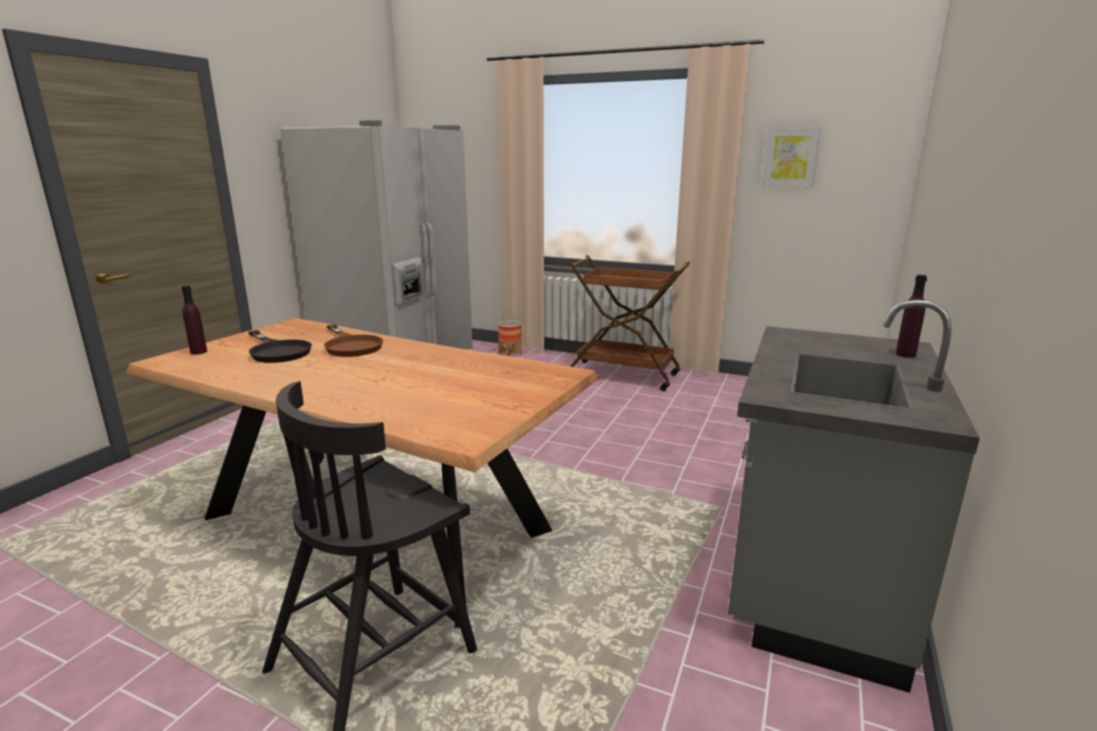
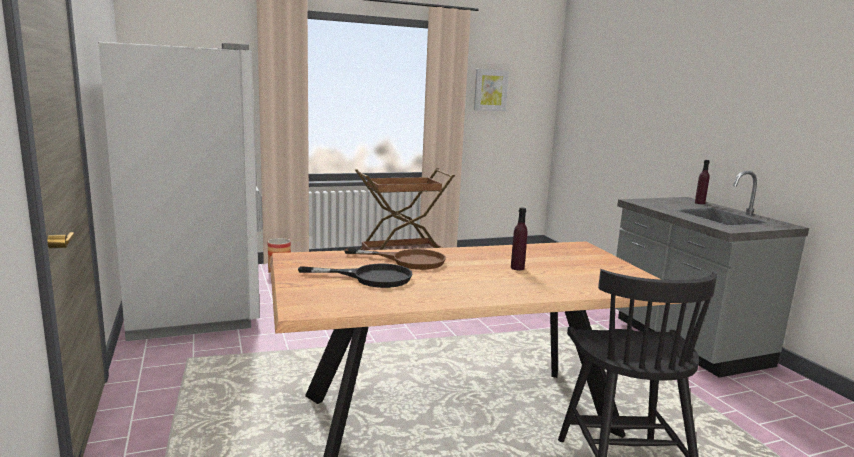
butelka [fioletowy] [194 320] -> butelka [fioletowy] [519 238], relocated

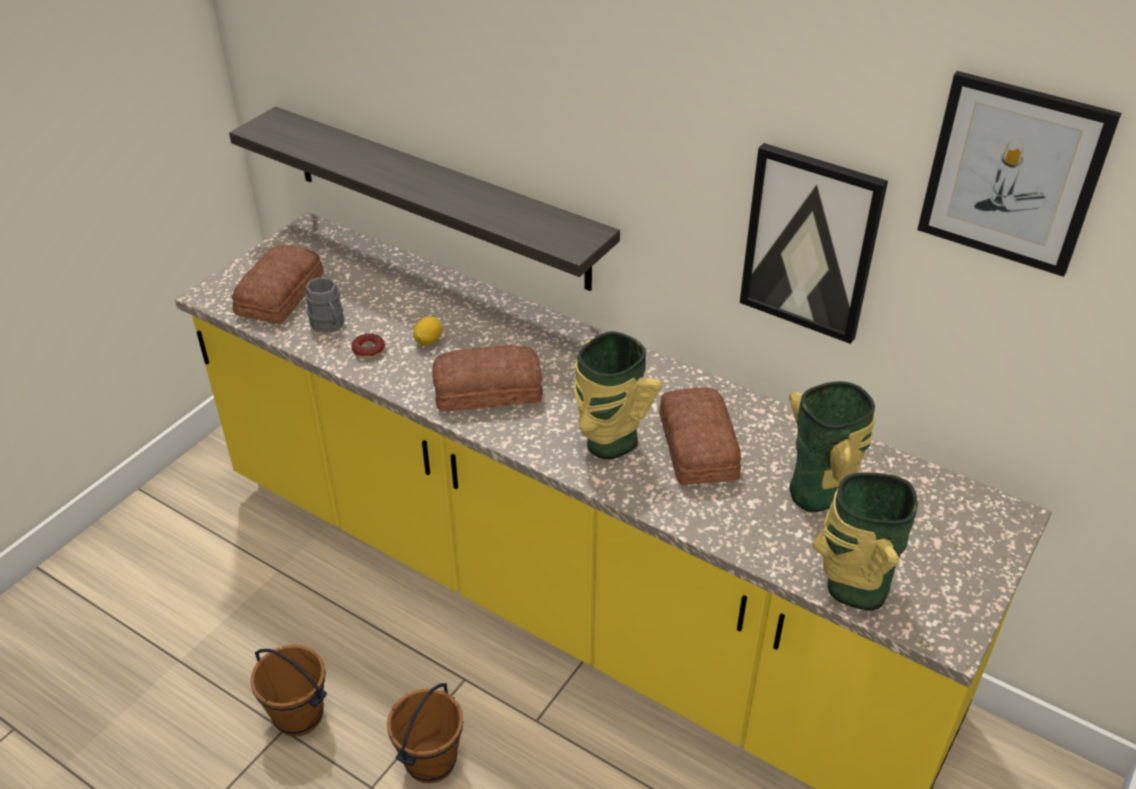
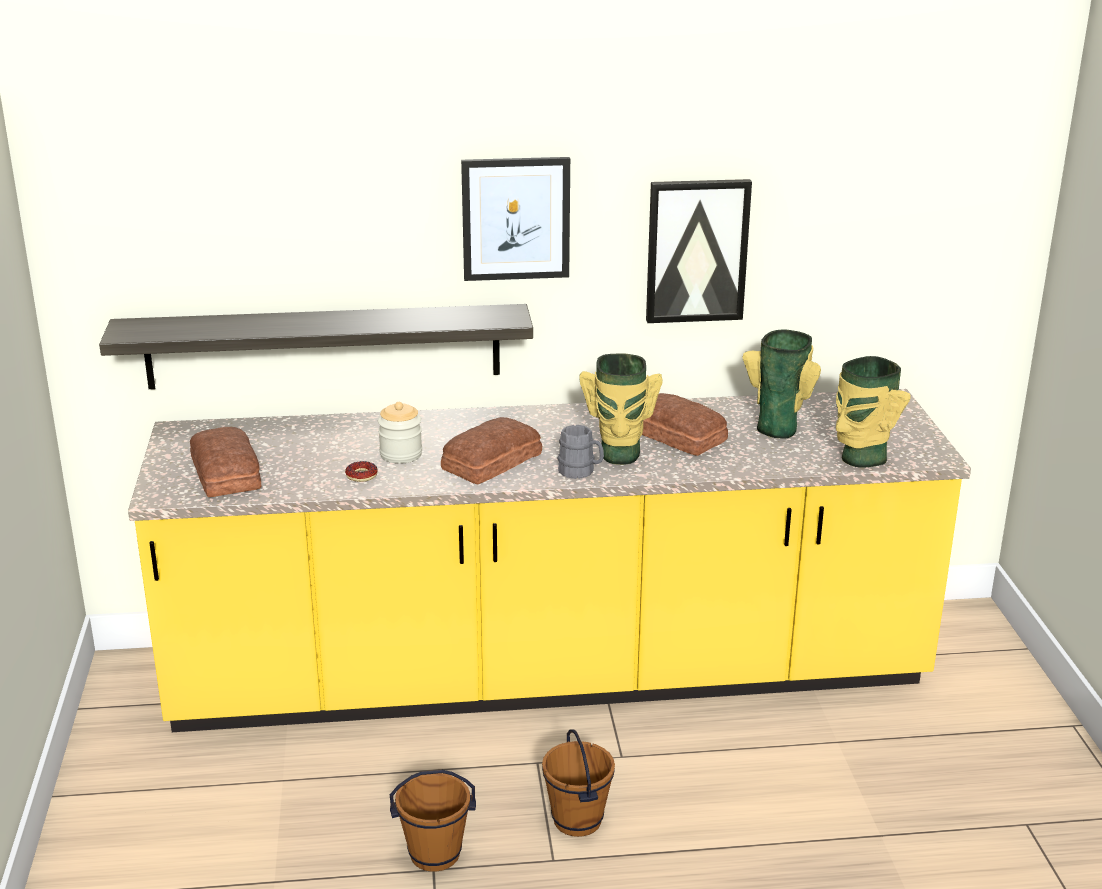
obraz [1019 174] -> obraz [515 219], relocated
kubek [szary] [324 305] -> kubek [szary] [580 452], relocated
cytryna [427 331] -> słoik [400 433]

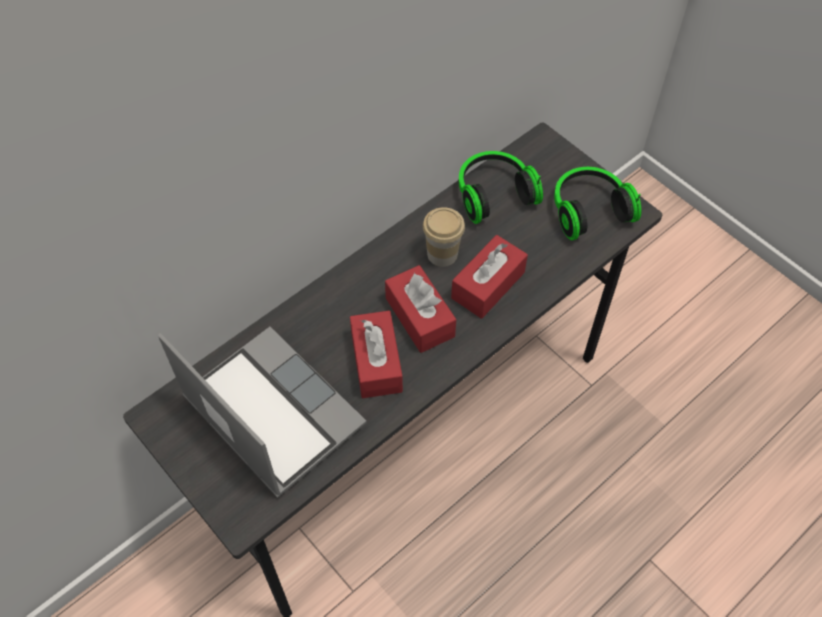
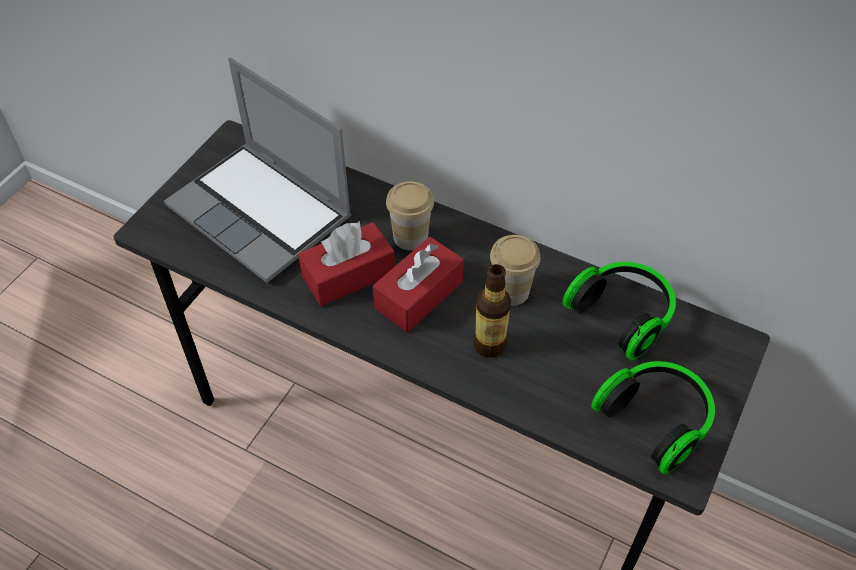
pudełko chusteczek [czerwony] [489 277] -> butelka [492 311]
laptop [262 412] -> laptop [257 170], 105 degrees clockwise
none -> filiżanka [410 215]

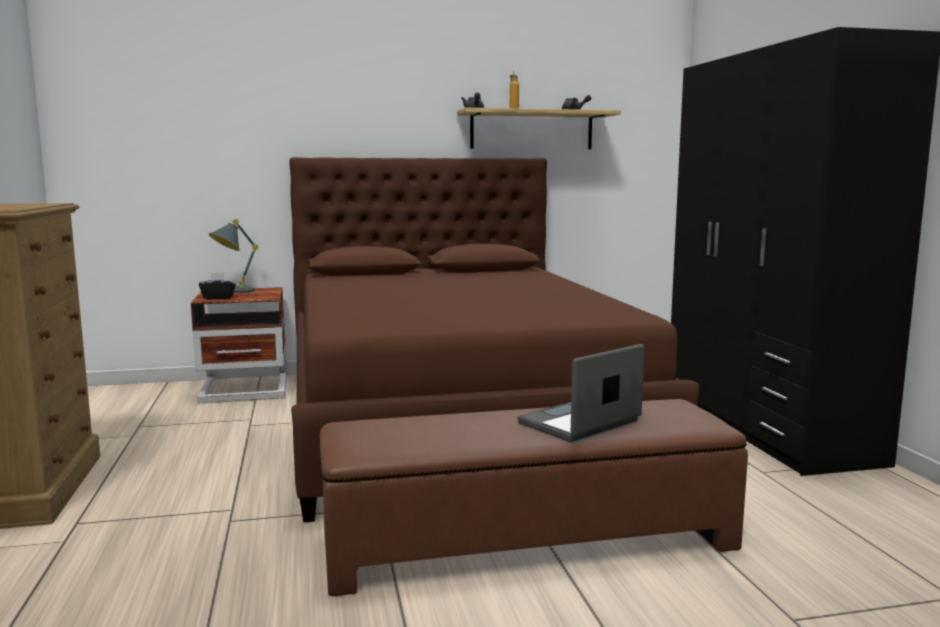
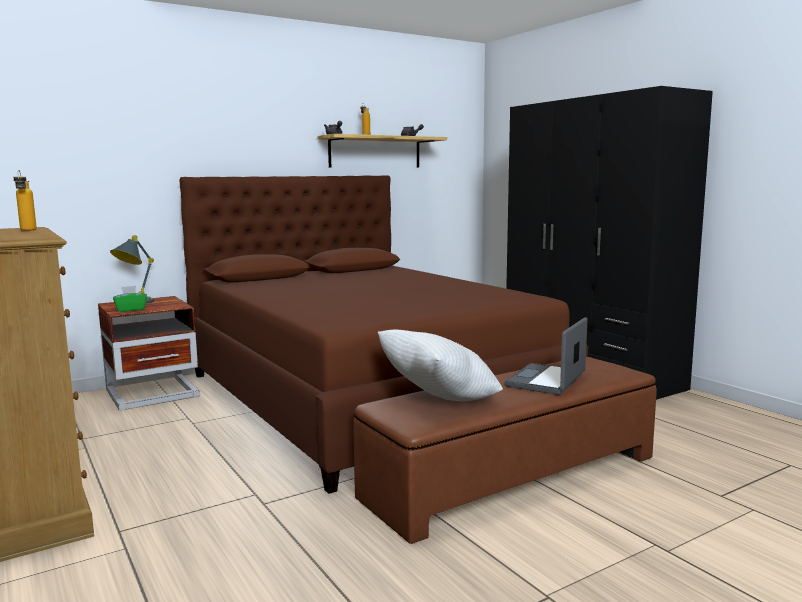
pudełko chusteczek [czarny] [217 286] -> pudełko chusteczek [zielony] [130 299]
none -> butelka [25 200]
none -> poduszka [biały] [440 365]

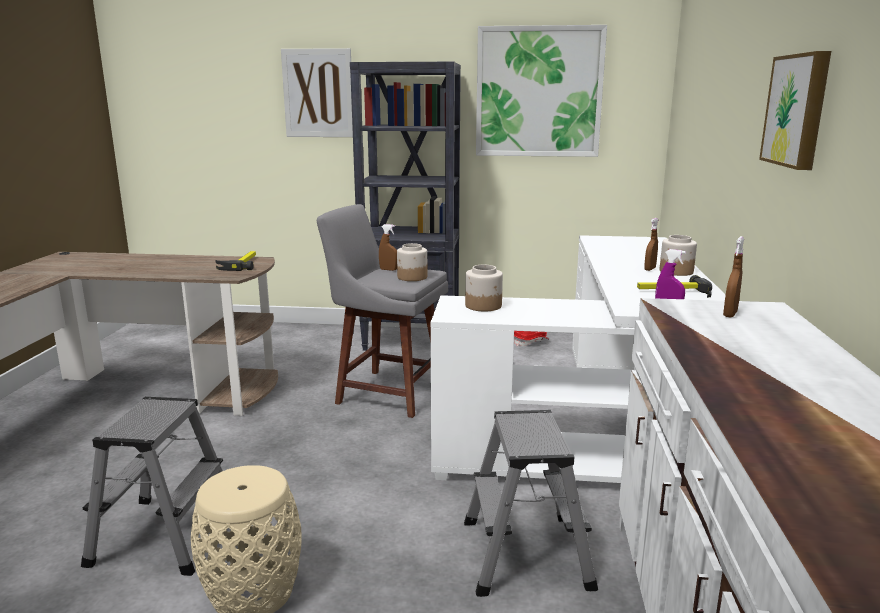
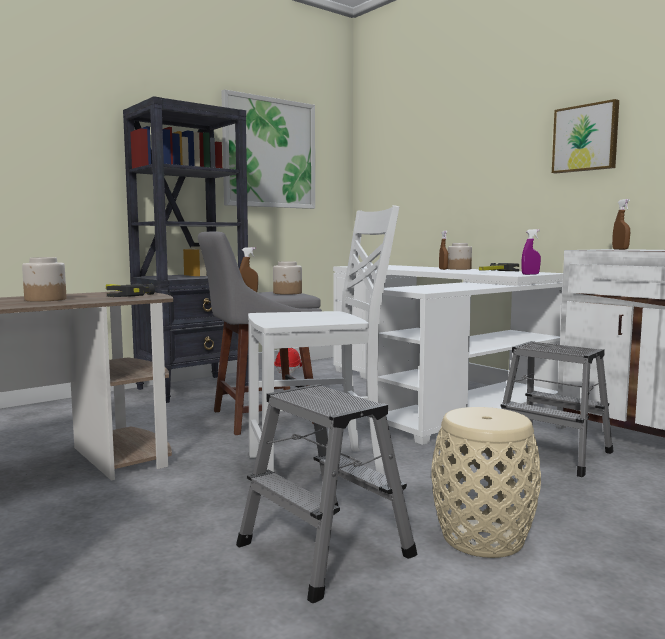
obraz [317 92] -> none
słoik [484 288] -> słoik [44 279], relocated
none -> krzesło [biały] [323 339]

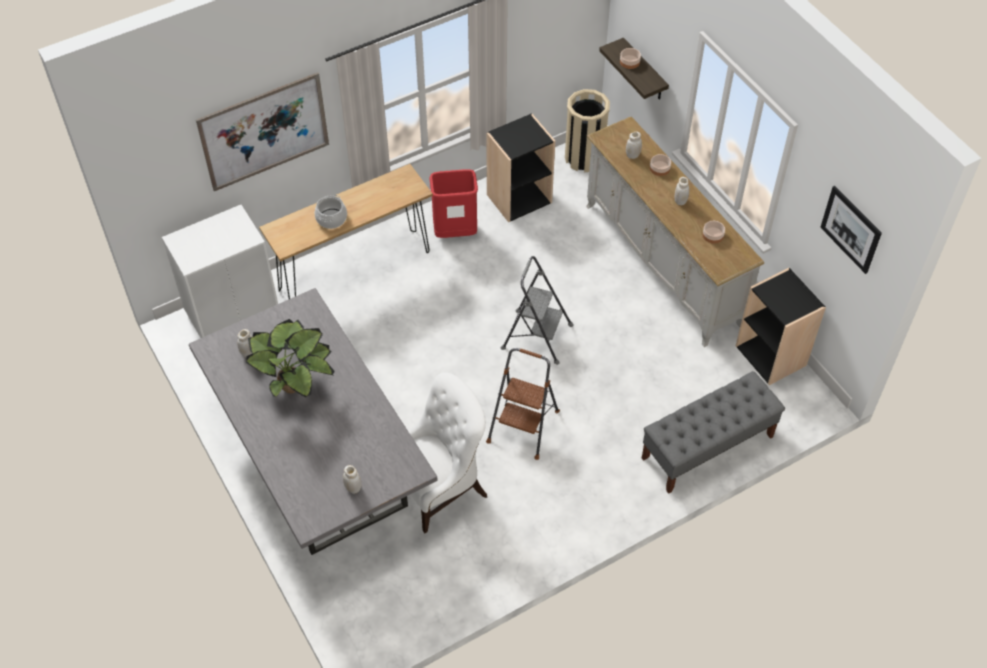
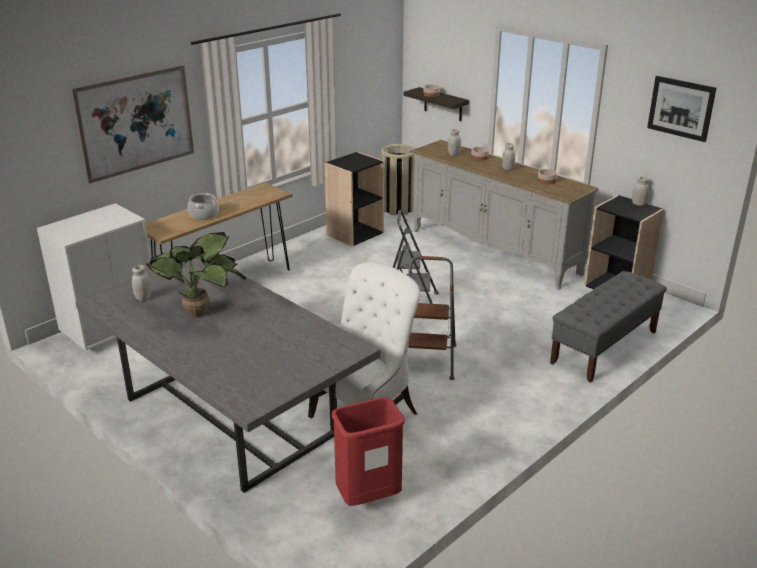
kosz na śmieci [czerwony] [453 203] -> kosz na śmieci [czerwony] [368 451], relocated
słoik [biały] [352 479] -> słoik [biały] [640 191], relocated

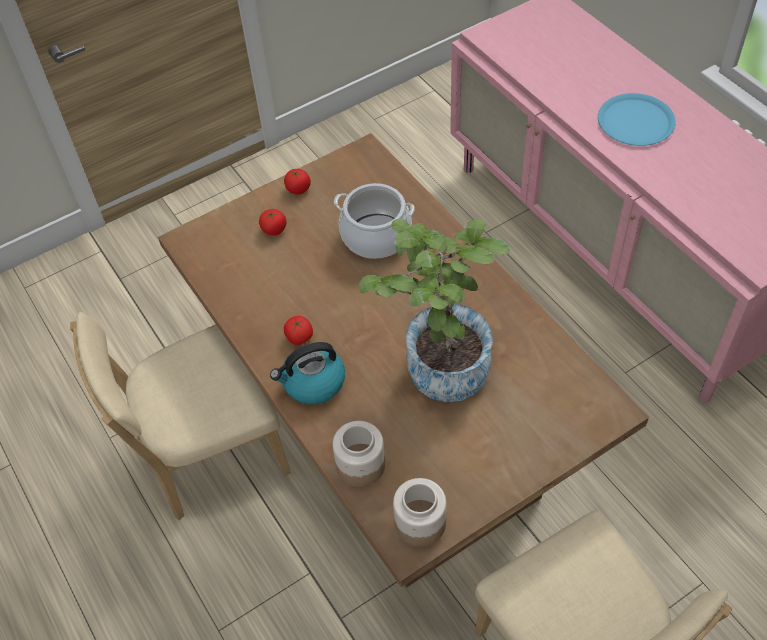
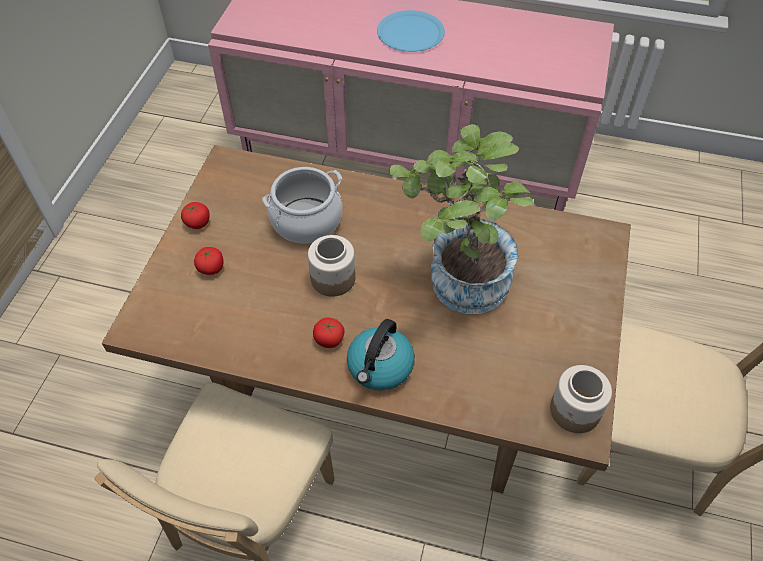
słoik [358 454] -> słoik [332 266], relocated

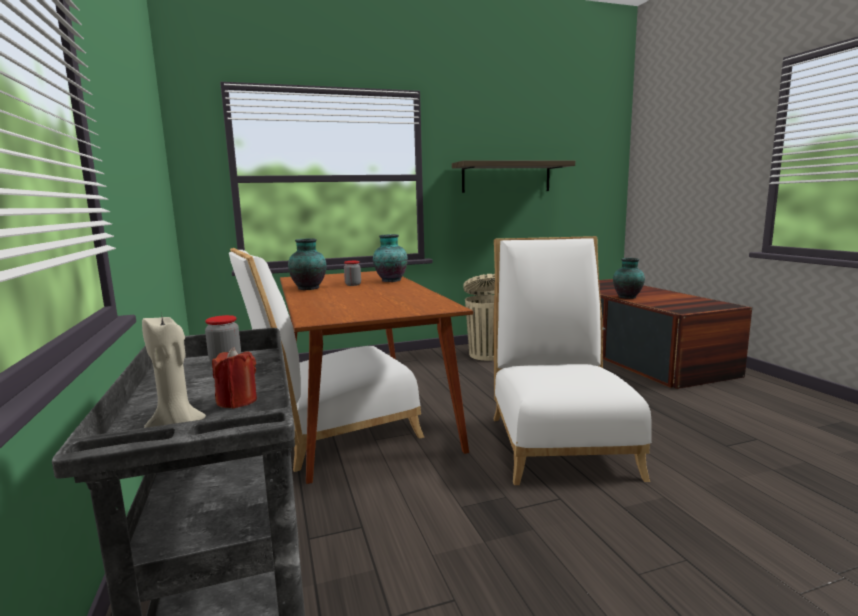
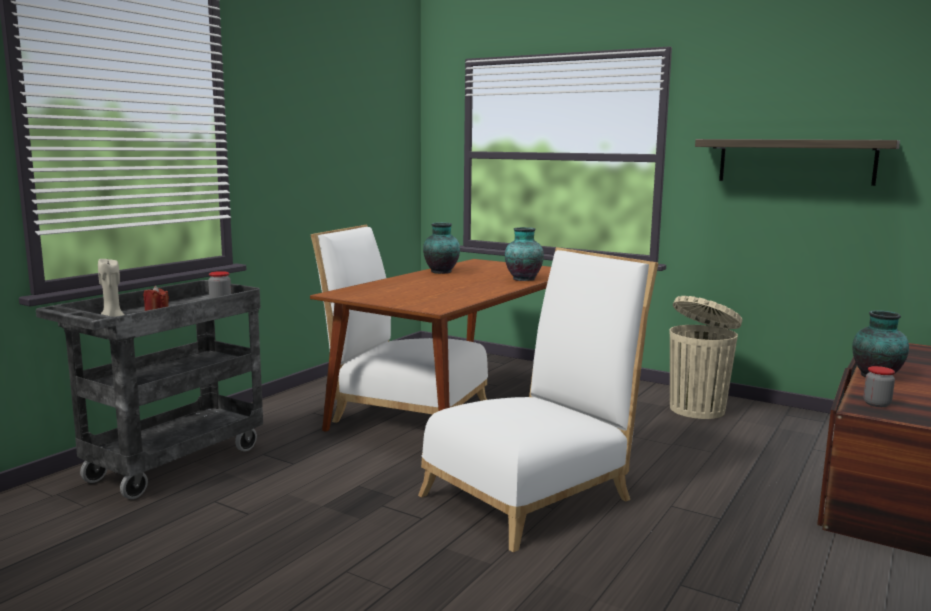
słoik [352 273] -> słoik [879 386], relocated

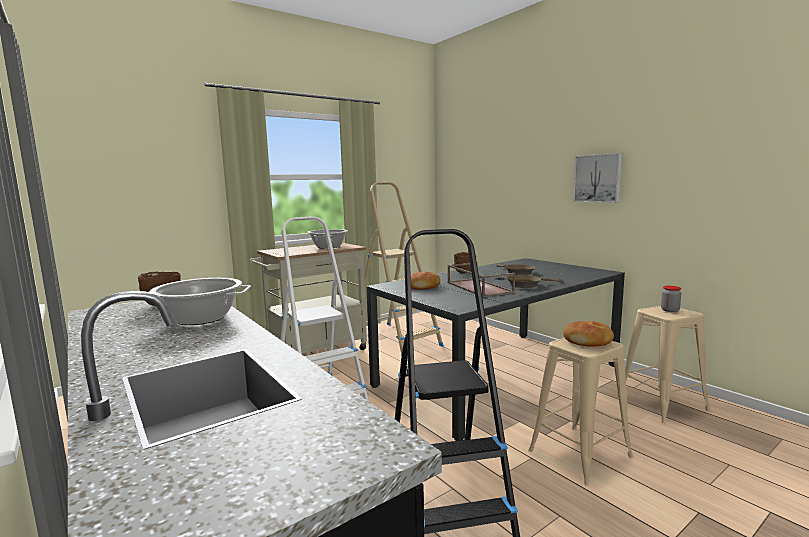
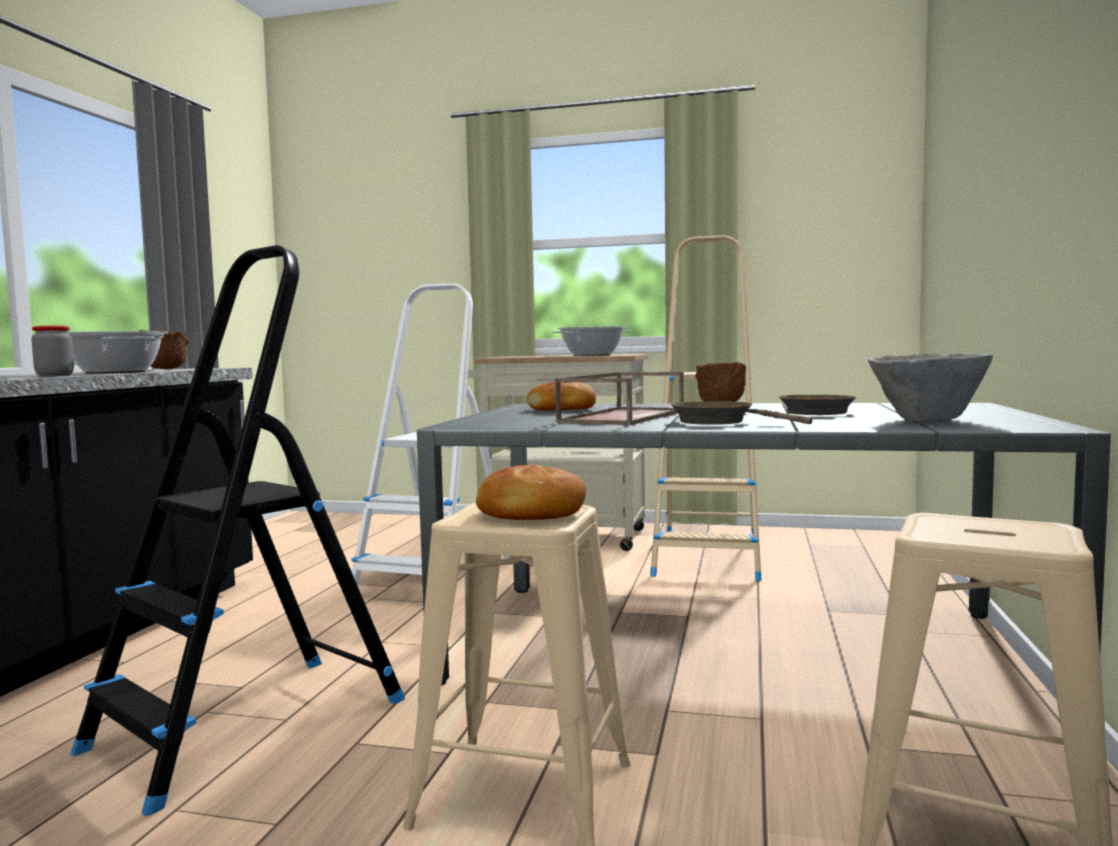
obraz [597 178] -> none
słoik [671 299] -> słoik [52 351], relocated
none -> miska [szary] [930 387]

